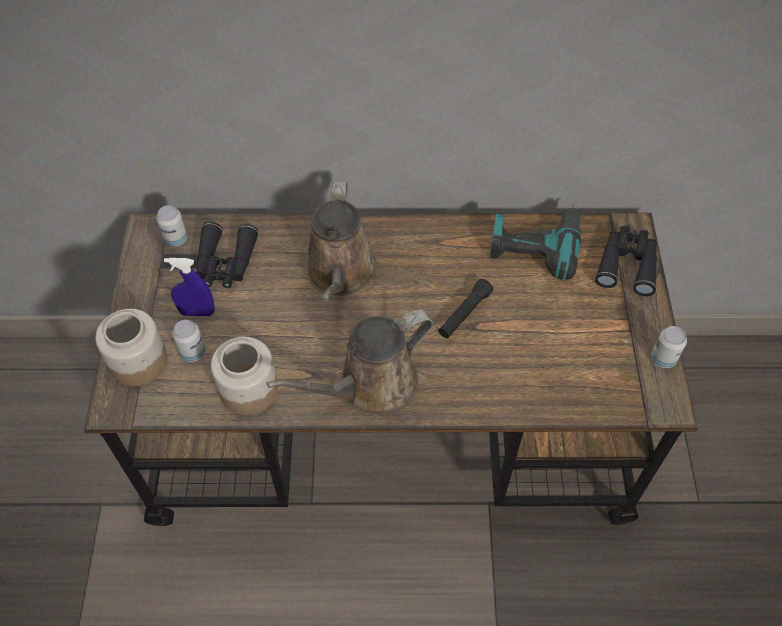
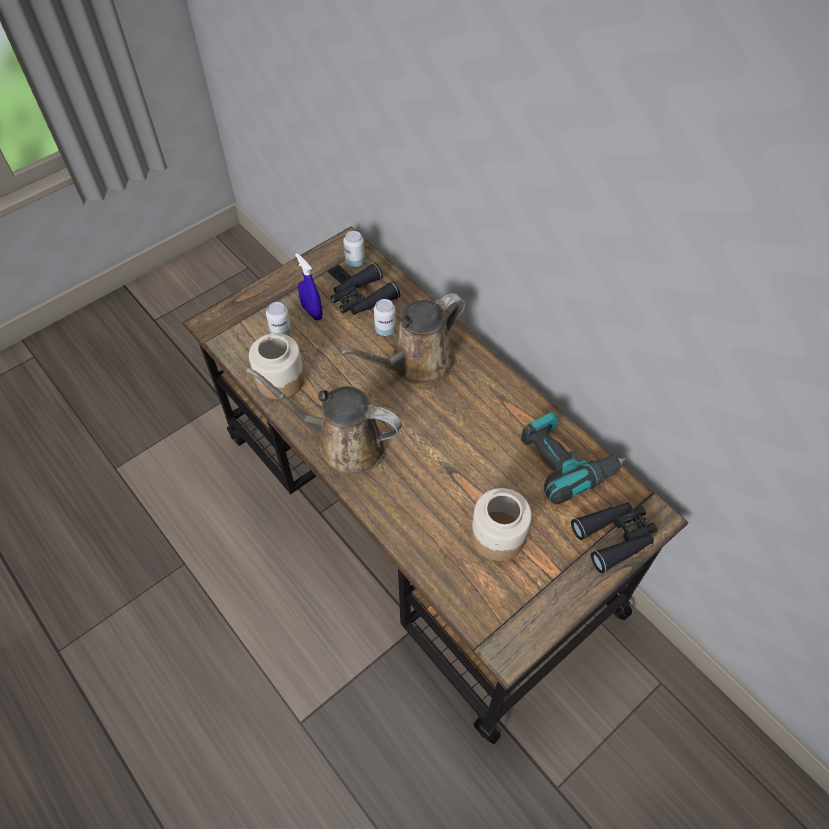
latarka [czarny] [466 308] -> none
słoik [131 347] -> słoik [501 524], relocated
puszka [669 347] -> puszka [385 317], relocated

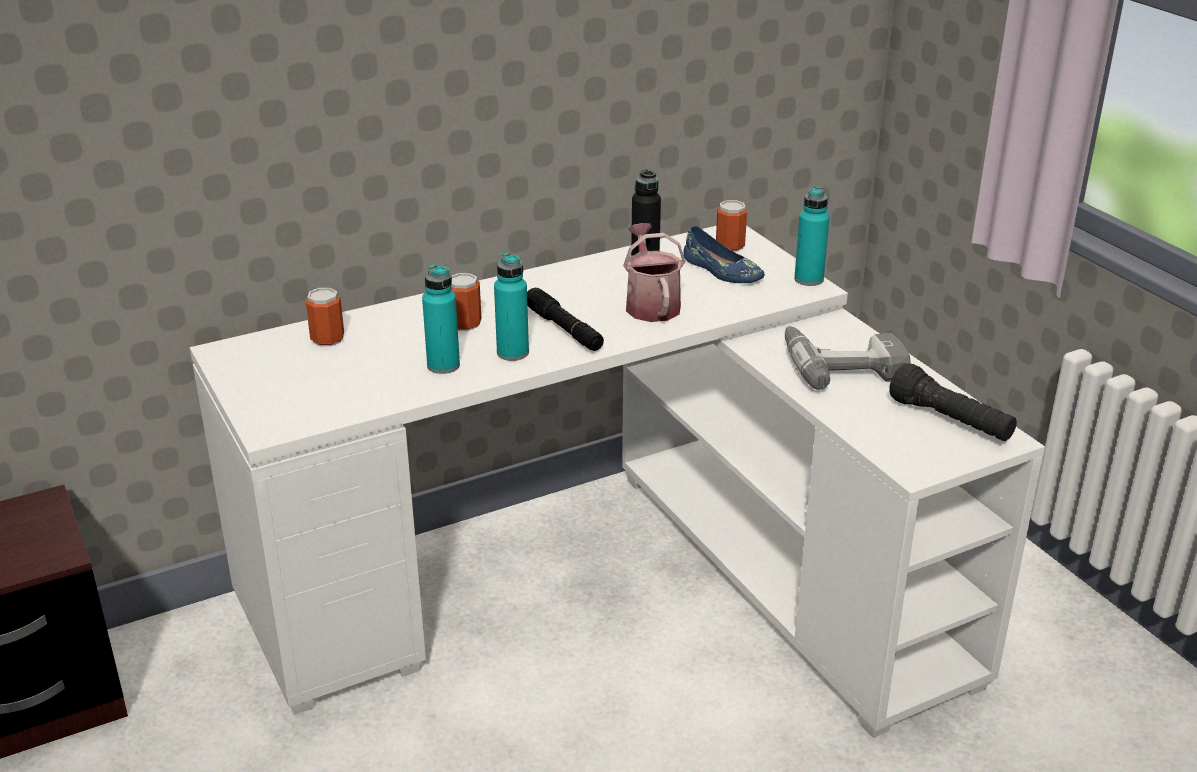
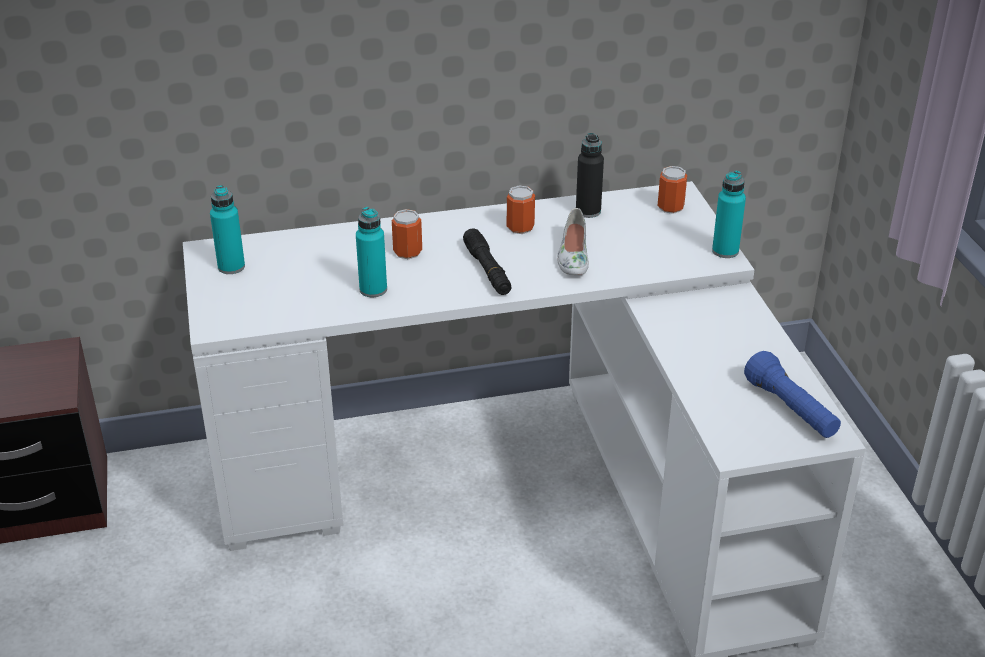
konewka [654 272] -> but [biały] [573 241]
but [niebieski] [724 254] -> none
butelka [turkusowy] [511 306] -> butelka [turkusowy] [227 229], relocated
puszka [325 317] -> puszka [521 210], relocated
wiertarka [848 358] -> none
latarka [czarny] [953 402] -> latarka [niebieski] [792 394]

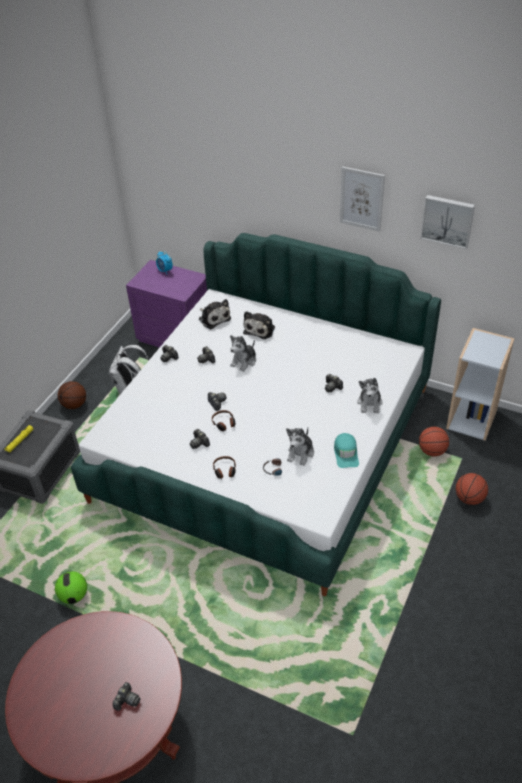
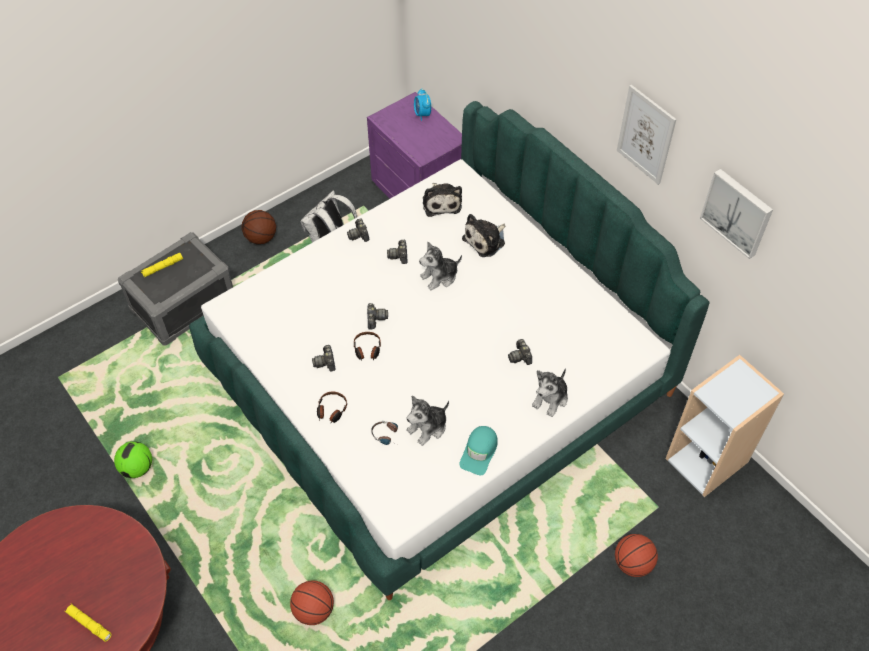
piłka do koszykówki [434 441] -> piłka do koszykówki [312 602], relocated
aparat fotograficzny [127 696] -> latarka [żółty] [88 623]

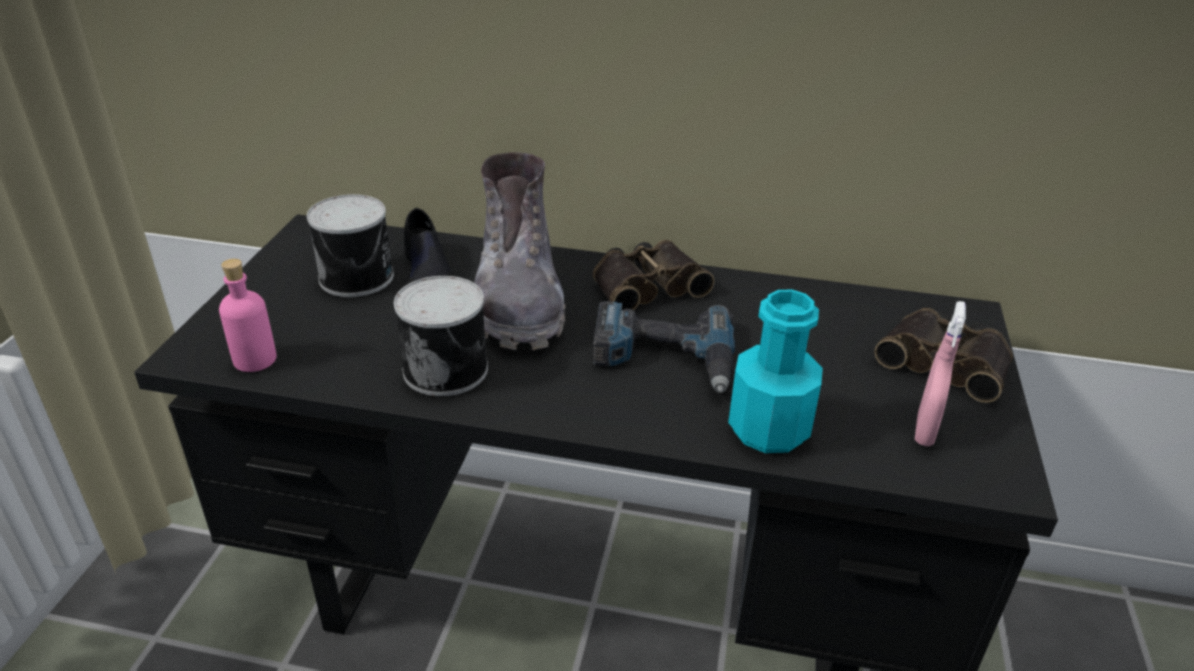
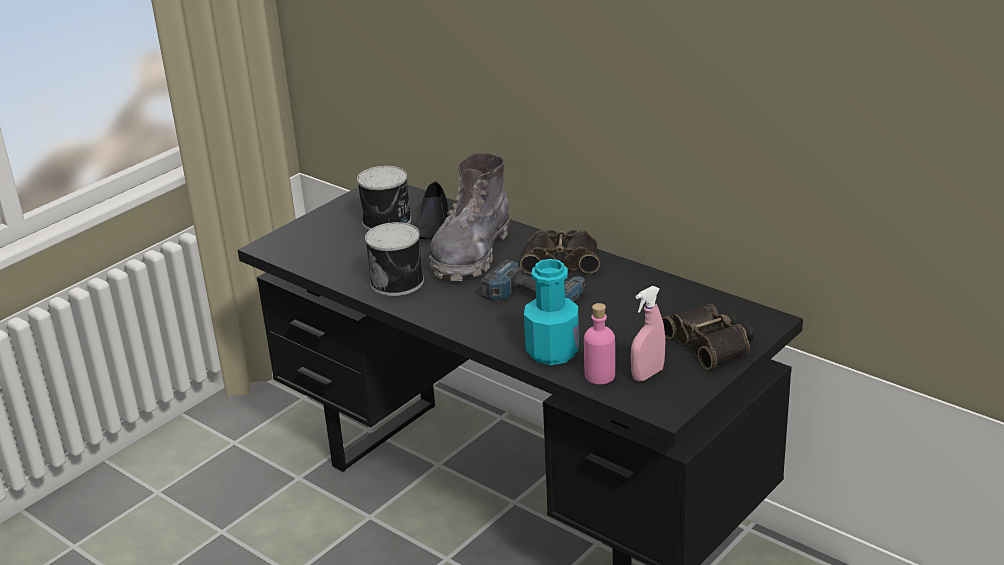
butelka [różowy] [248 315] -> butelka [różowy] [599 343], relocated

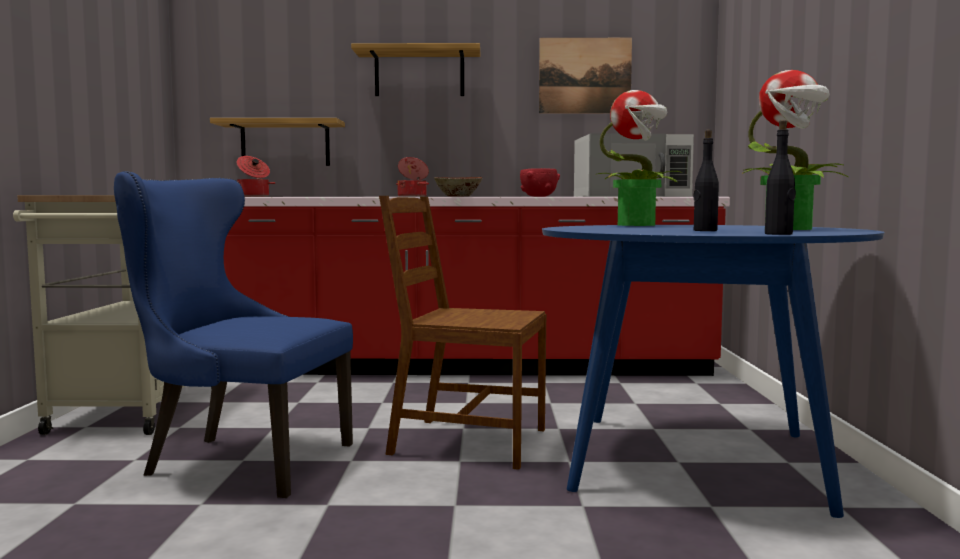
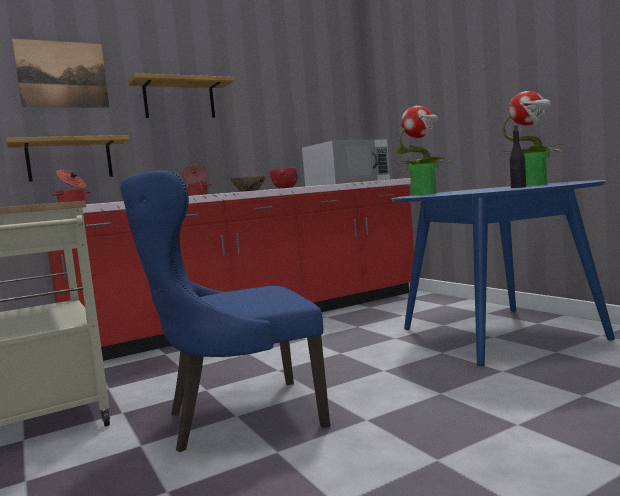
obraz [585 75] -> obraz [60 73], relocated
butelka [czarny] [780 177] -> none
krzesło [brązowy] [462 333] -> none

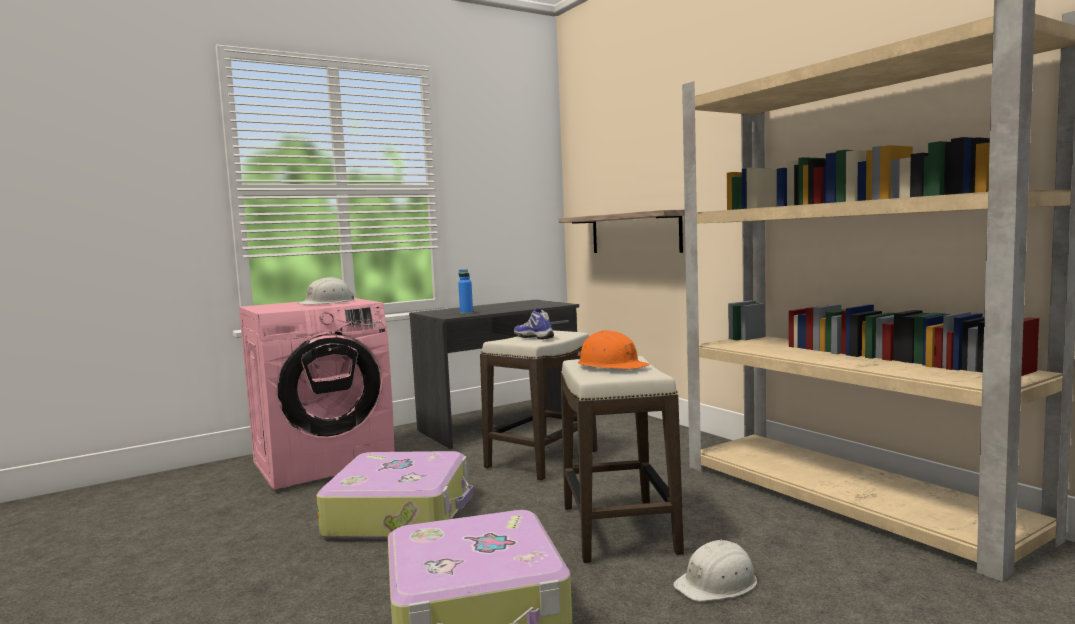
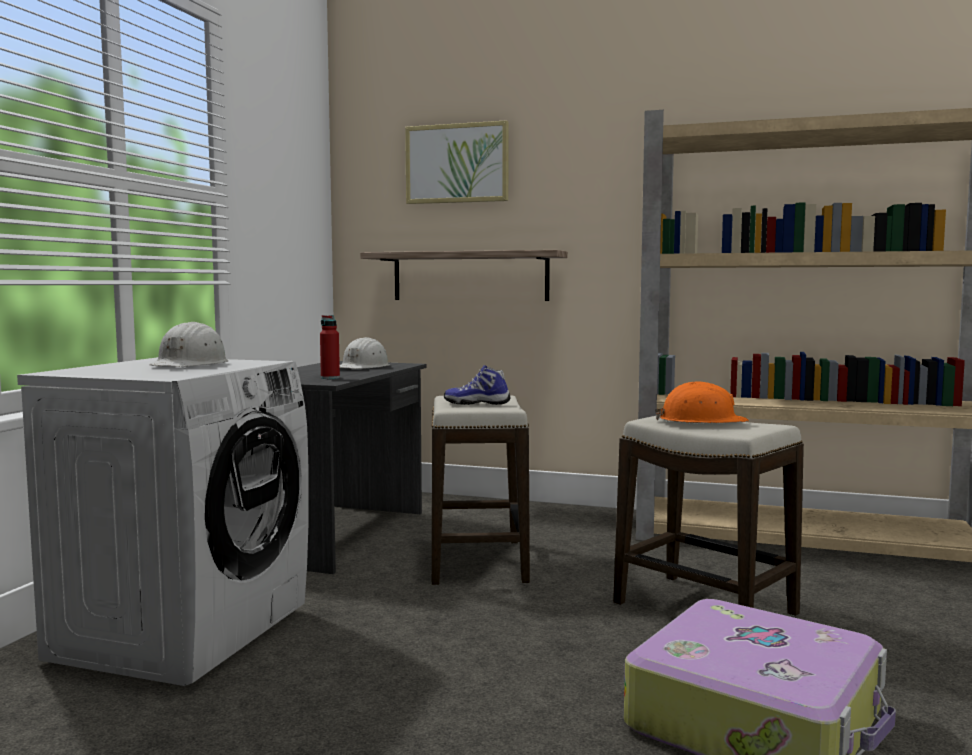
butelka [niebieski] [465 291] -> butelka [czerwony] [330 347]
pralka [różowy] [317 394] -> pralka [biały] [163 521]
walizka [394 495] -> none
kask [biały] [715 570] -> kask [biały] [365 353], relocated
none -> obraz [457 162]

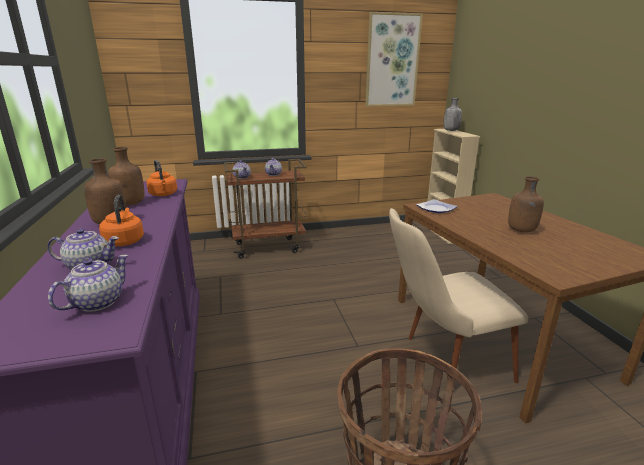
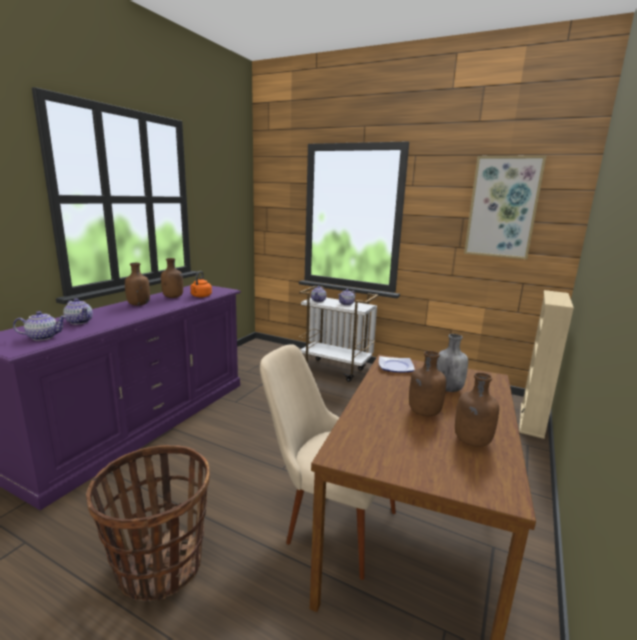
butelka [szary] [453 114] -> butelka [szary] [452 363], relocated
wózek [brązowy] [265 209] -> wózek [biały] [339 334]
czajnik [pomarańczowy] [121 220] -> none
none -> butelka [brązowy] [477 409]

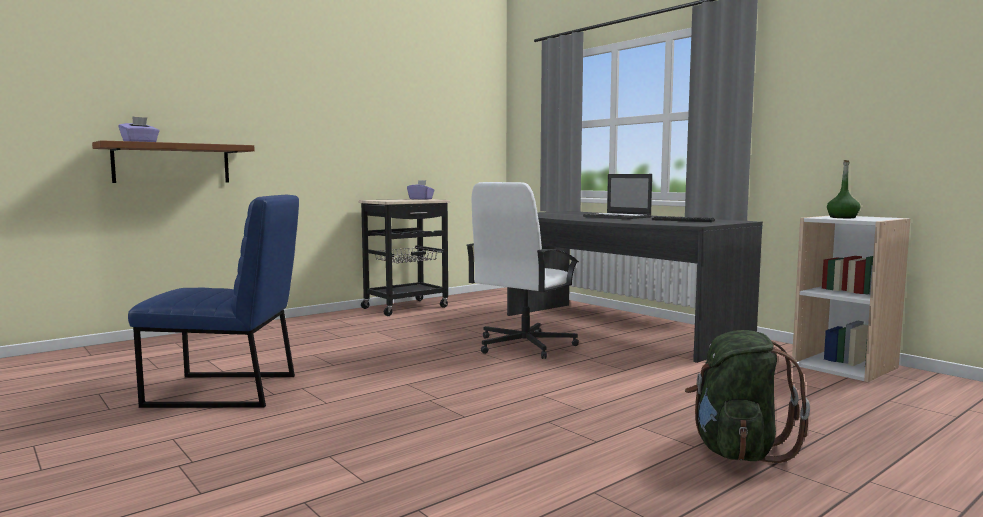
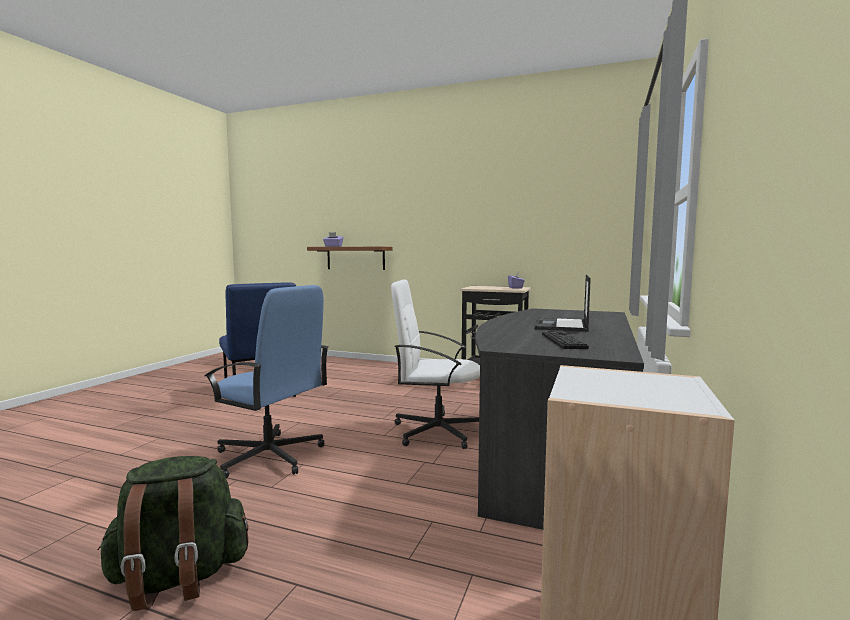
butelka [zielony] [843 189] -> none
none -> krzesło biurowe [niebieski] [266 382]

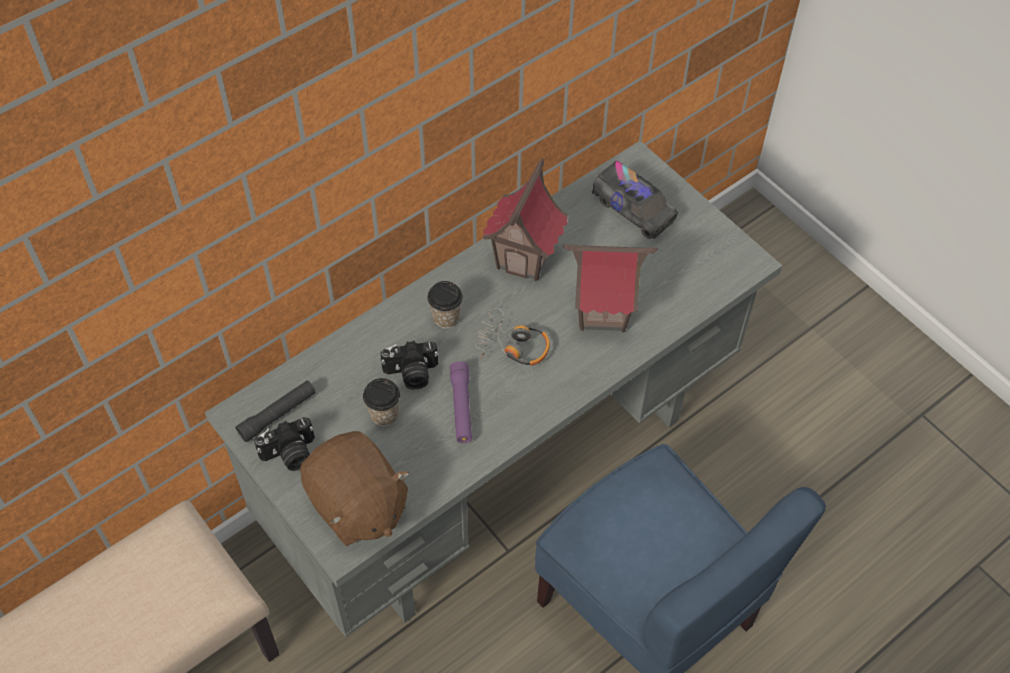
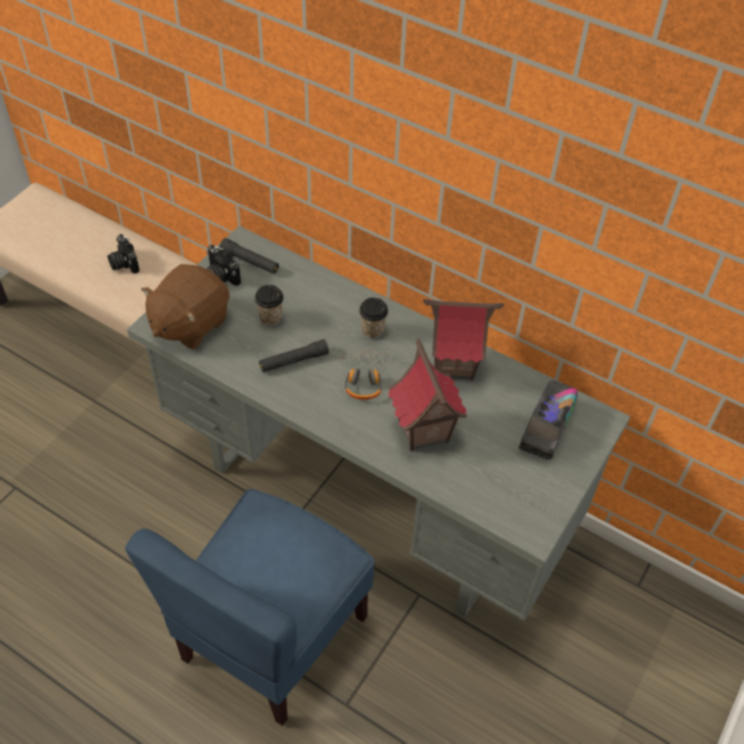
aparat fotograficzny [410 365] -> aparat fotograficzny [123 254], relocated
latarka [fioletowy] [461 402] -> latarka [czarny] [294 355]

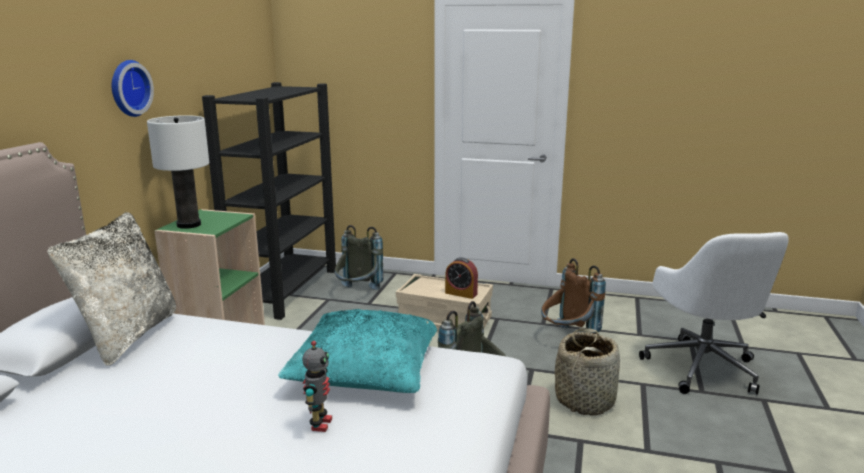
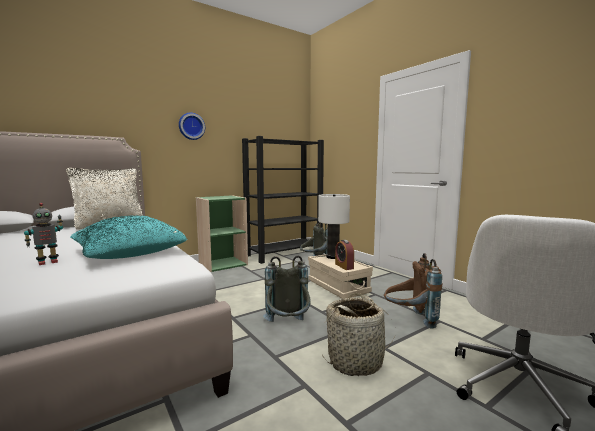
lampa stołowa [biały] [178 172] -> lampa stołowa [biały] [334 226], relocated

